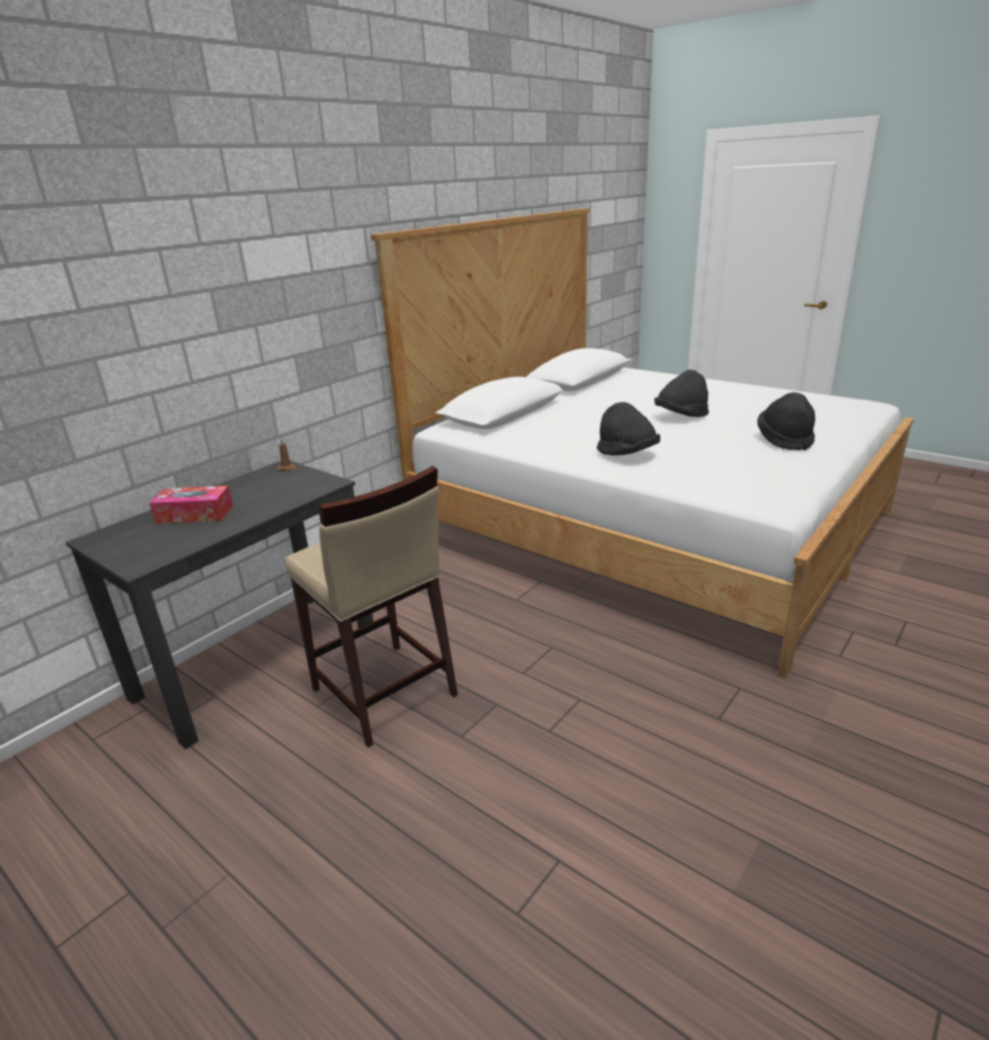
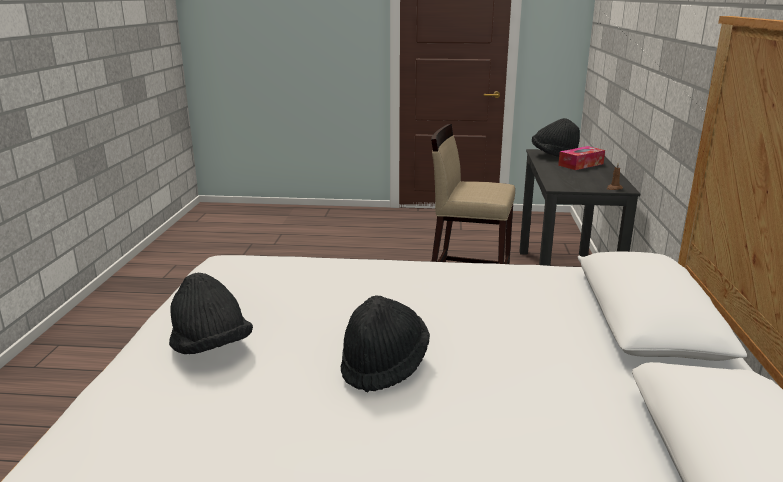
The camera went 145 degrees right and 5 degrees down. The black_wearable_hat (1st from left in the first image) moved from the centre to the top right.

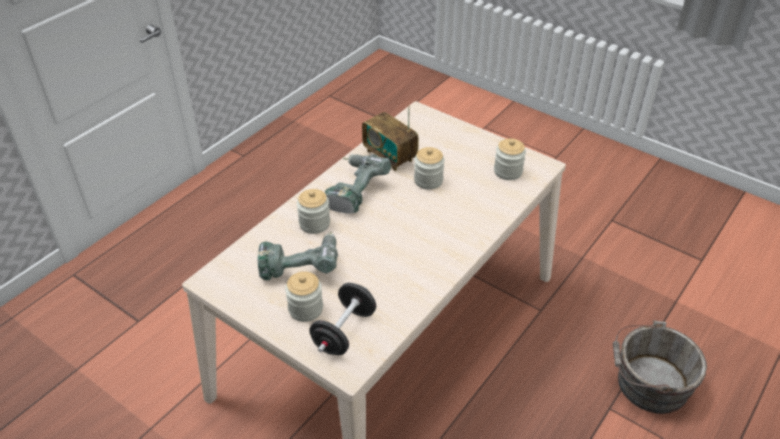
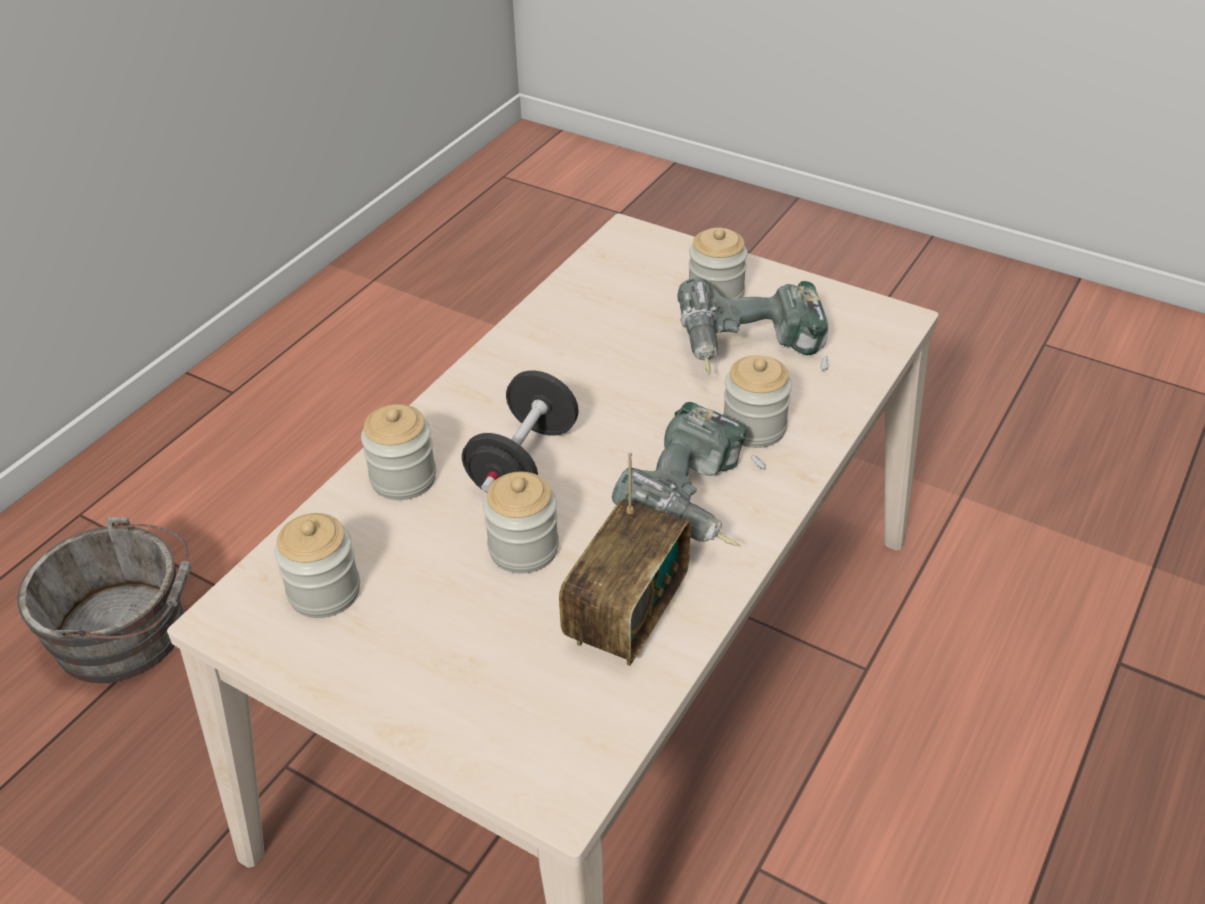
The camera went 175 degrees right and 0 degrees up. The jar (2nd from left) at the middle left appeared. The black_free_weight moved from the bottom centre to the centre. The radio_receiver at the top centre turned 75 degrees clockwise.

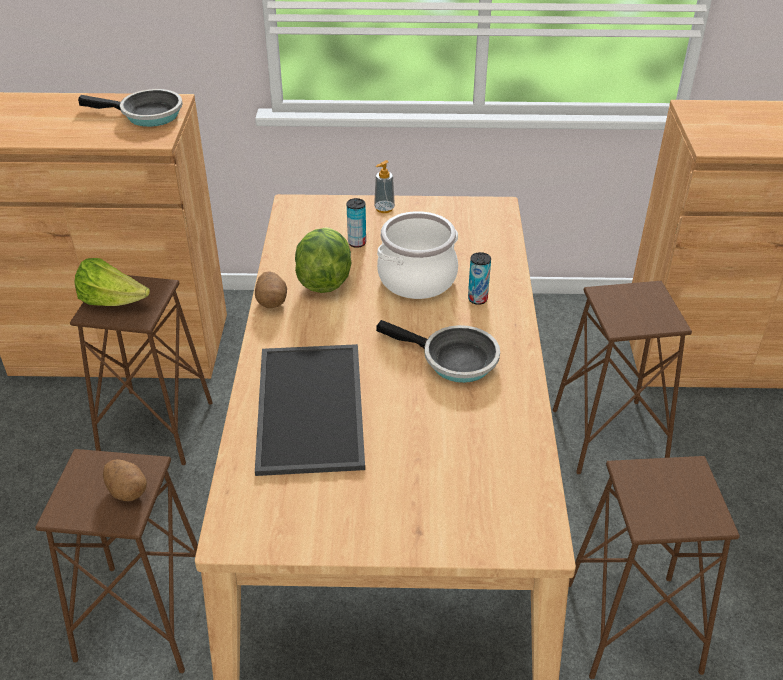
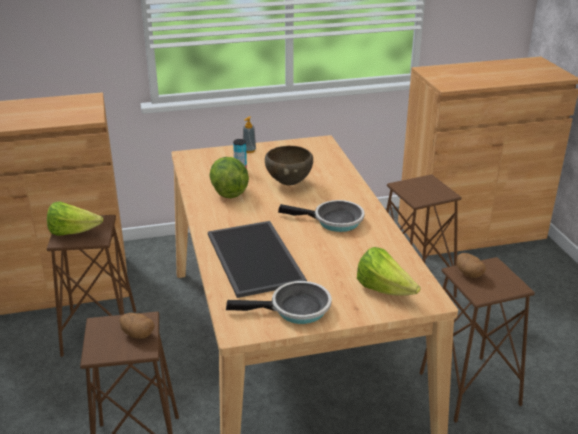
The camera went 15 degrees left and 10 degrees down. The frying_pan (1st from left) moved from the top left to the bottom centre. The saucepot at the centre was replaced by the brownish_deep_dish at the centre. The lettuce_head (3rd from left) at the middle right appeared. The spud (2nd from left) moved from the centre to the middle right. The can (2nd from left) at the centre disappeared.

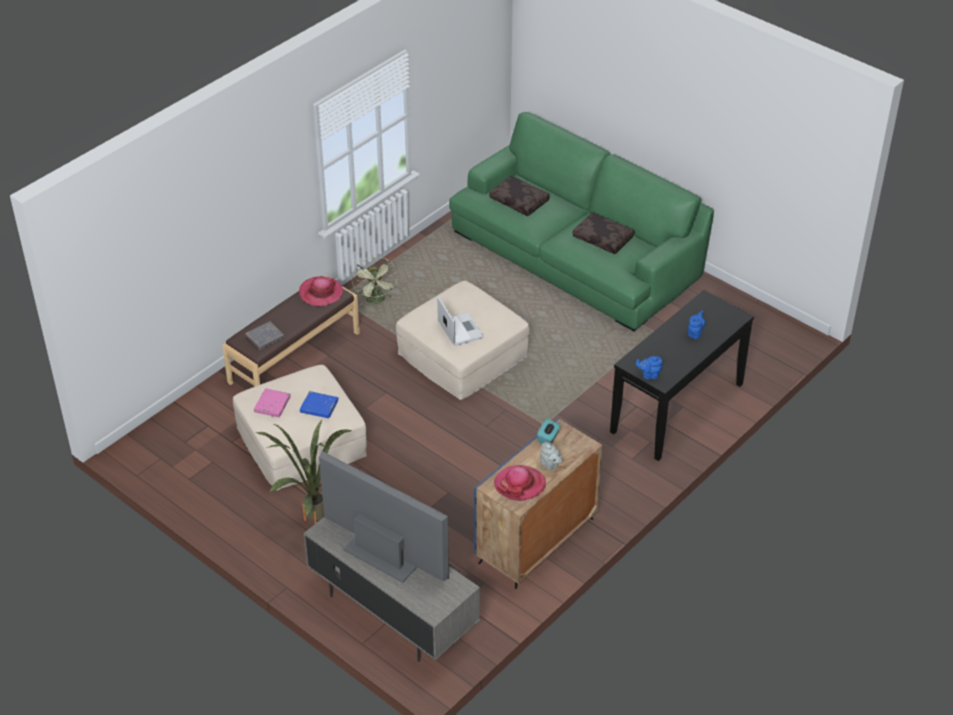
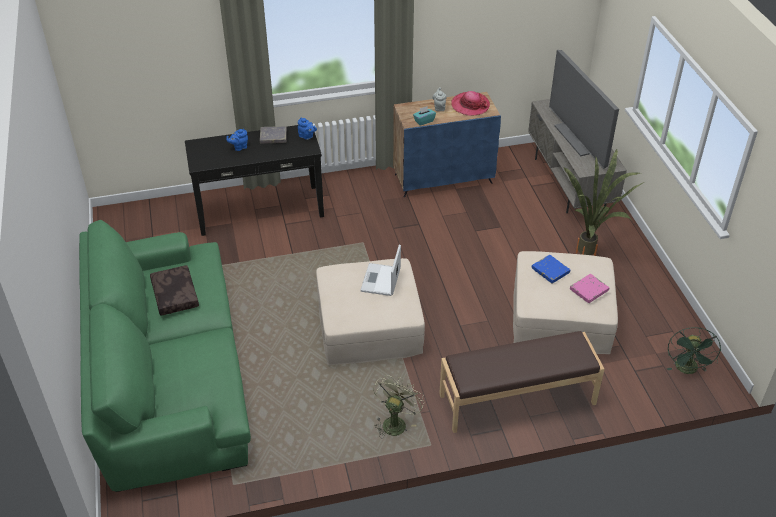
The camera went 145 degrees left and 0 degrees up. The gray_volume moved from the middle left to the top centre. The green-coloured_fan (2nd from left) at the bottom right appeared. The wearable_hat (1st from left) at the centre disappeared. The brownish_cushion (1st from left) at the top centre disappeared.

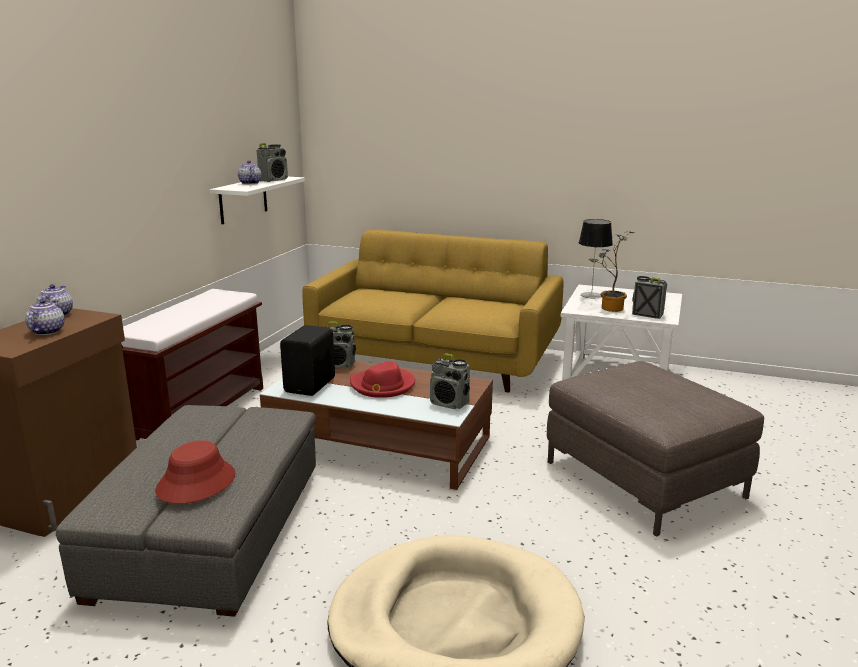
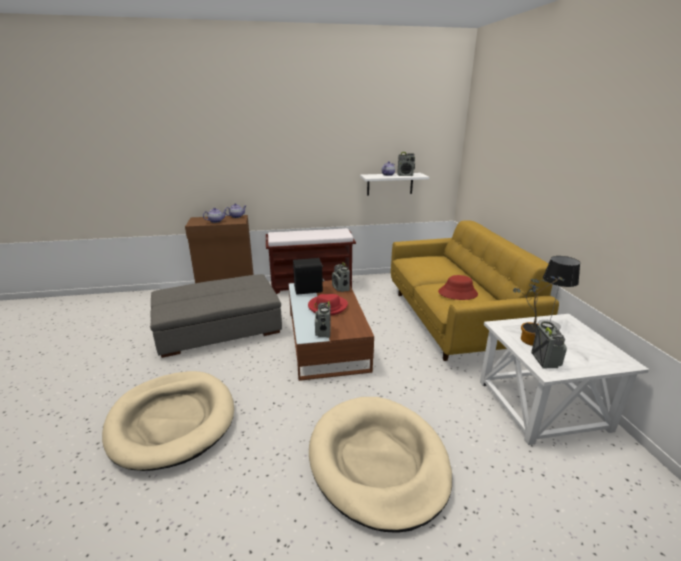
The camera went 60 degrees right and 5 degrees up. The brownish_footrest at the bottom right was replaced by the beige-coloured_pet_bed (2nd from left) at the bottom centre. The reddish_wearable_hat (1st from left in the first image) moved from the bottom left to the middle right.

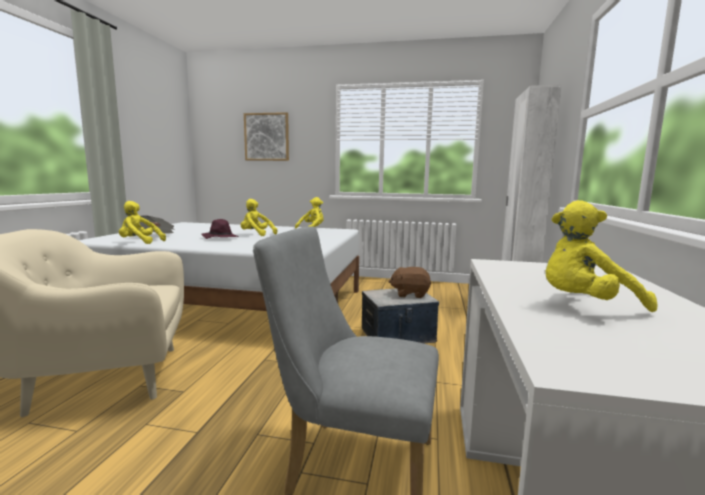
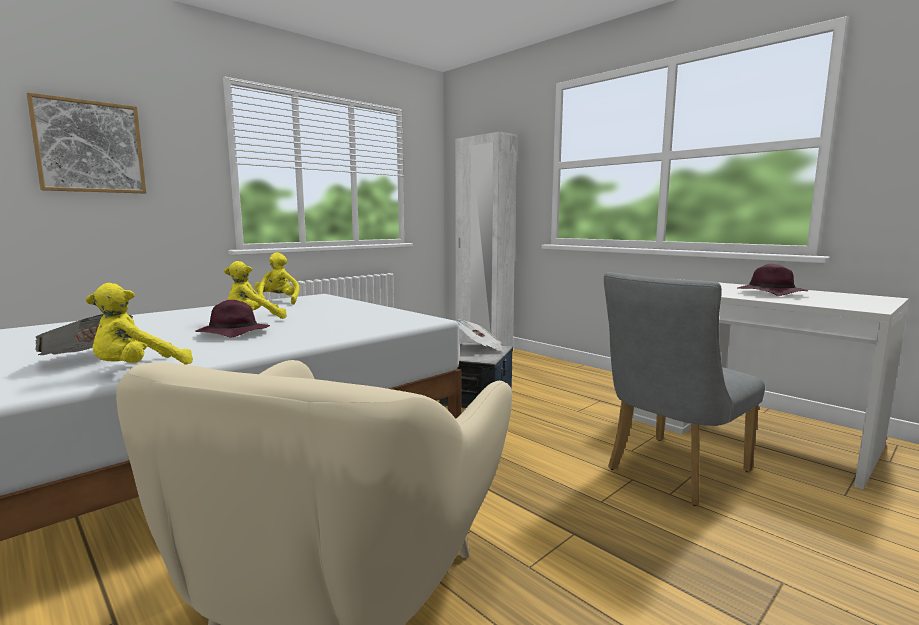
The camera went 55 degrees left and 0 degrees up. The brownish_plush_toy at the centre was replaced by the newspaper (2nd from left) at the centre. The yellowish_plush_toy (4th from left) at the middle right was replaced by the purple-coloured_wearable_hat (2nd from left) at the middle right.

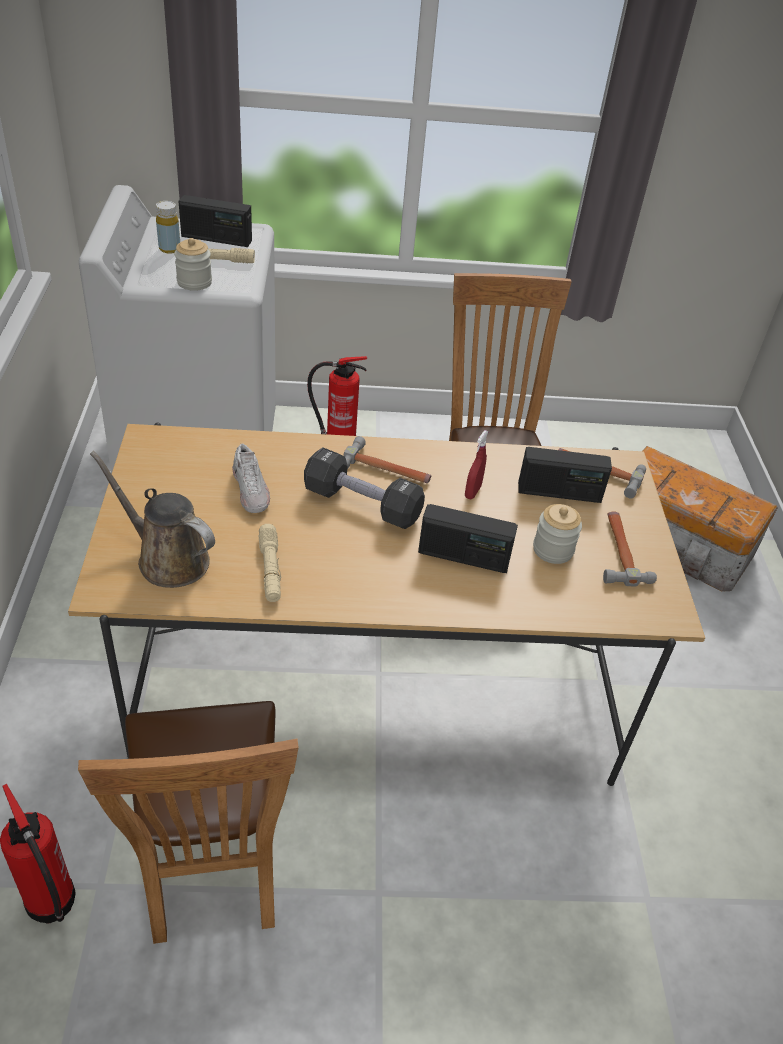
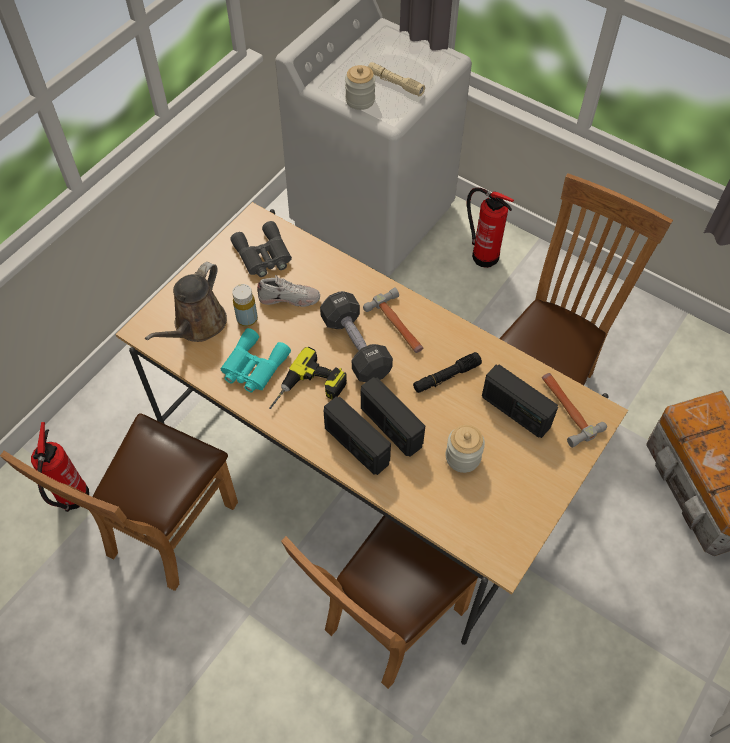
The camera went 40 degrees right and 15 degrees up. The brownish_sprinkling_can at the middle left turned 135 degrees counterclockwise. The beige-coloured_flashlight (2nd from left) at the centre was replaced by the turquoise-coloured_field_glasses at the centre. The gray_field_glasses at the centre appeared. The yellowish_beverage_bottle moved from the top left to the centre. The white-coloured_shoe at the middle left turned 105 degrees counterclockwise. The power_drill at the centre appeared. The brownish_plain_chair (2nd from left) at the bottom centre appeared. The radio_receiver (1st from left) moved from the top left to the centre. The reddish_sprayer at the centre was replaced by the black_flashlight at the centre. The tool_hammer (3rd from left) at the middle right disappeared.

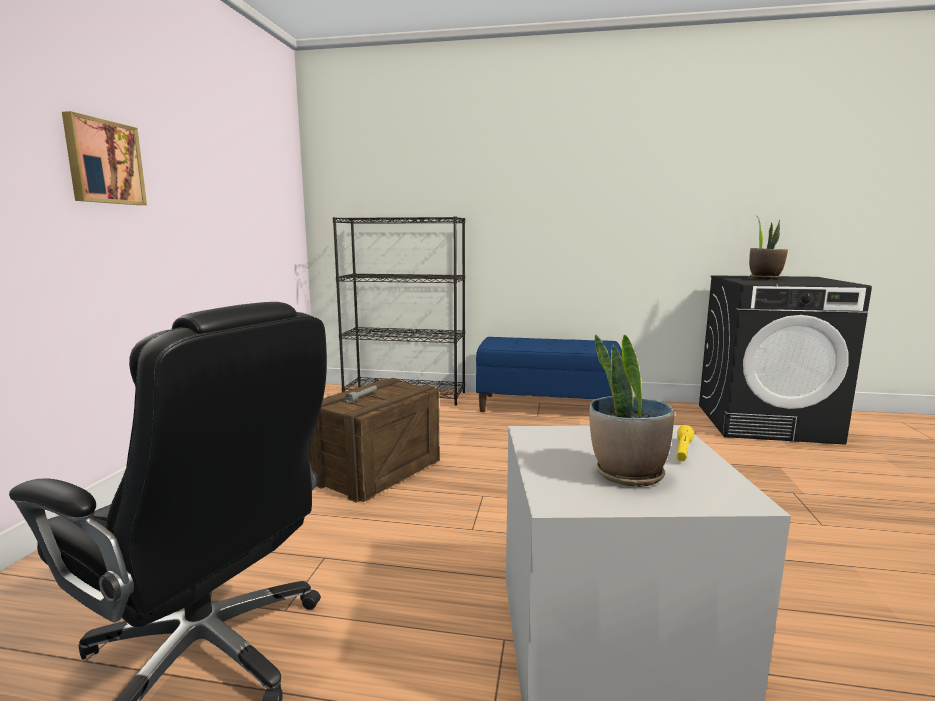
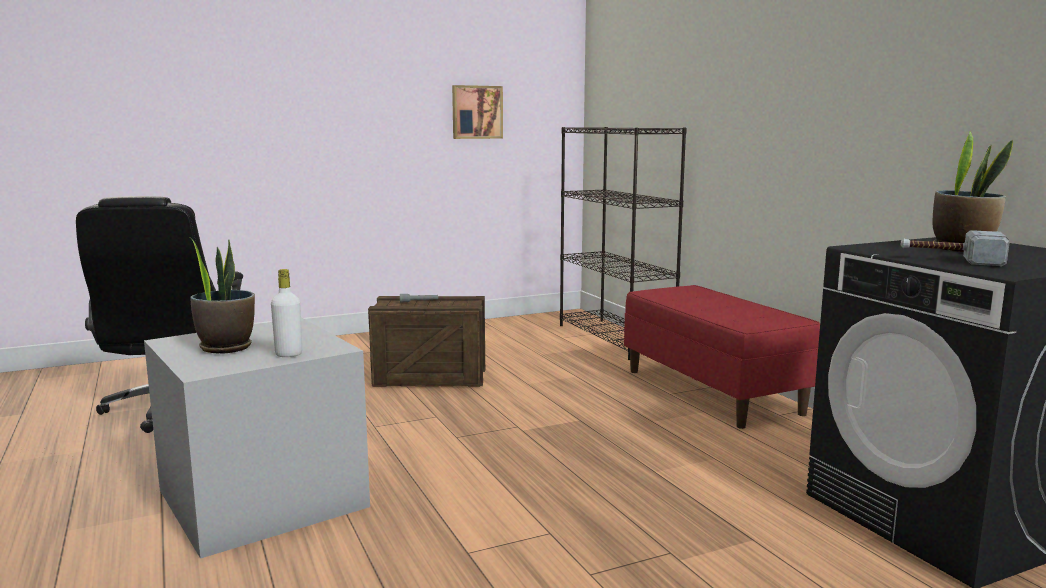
The camera went 55 degrees right and 0 degrees up. The yellowish_flashlight at the middle right was replaced by the white-coloured_beverage_bottle at the middle left. The picture moved from the top left to the top centre. The blue_bench at the centre became the reddish_bench at the middle right. The tool_hammer at the middle right appeared.

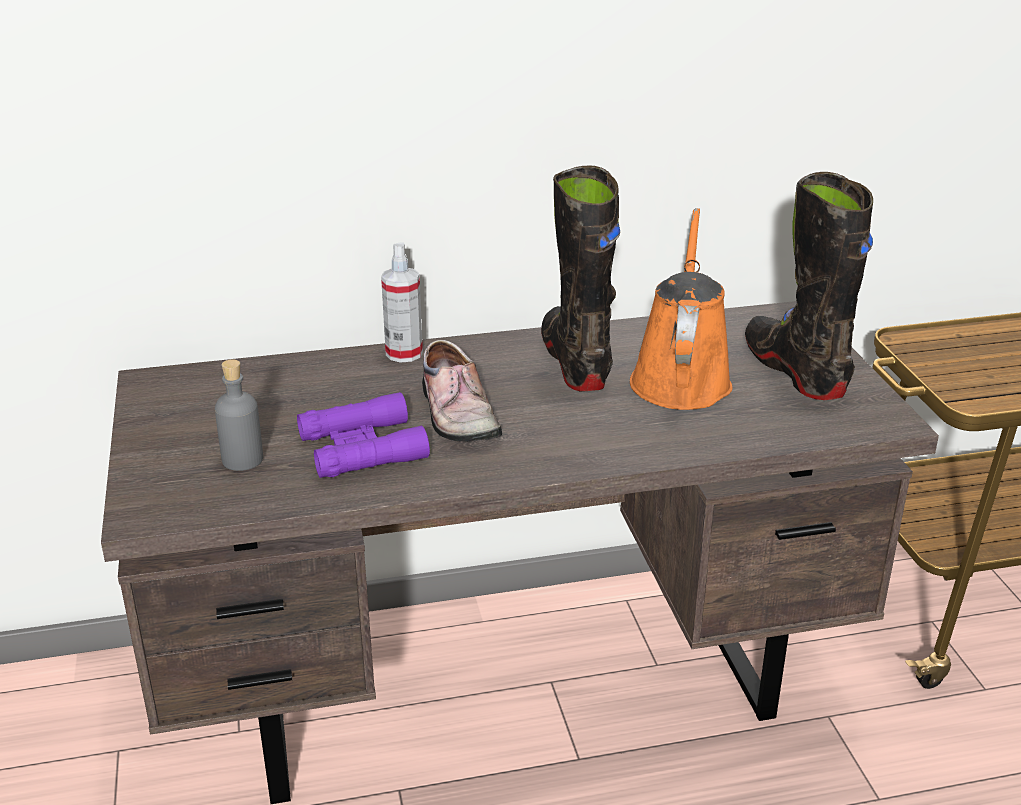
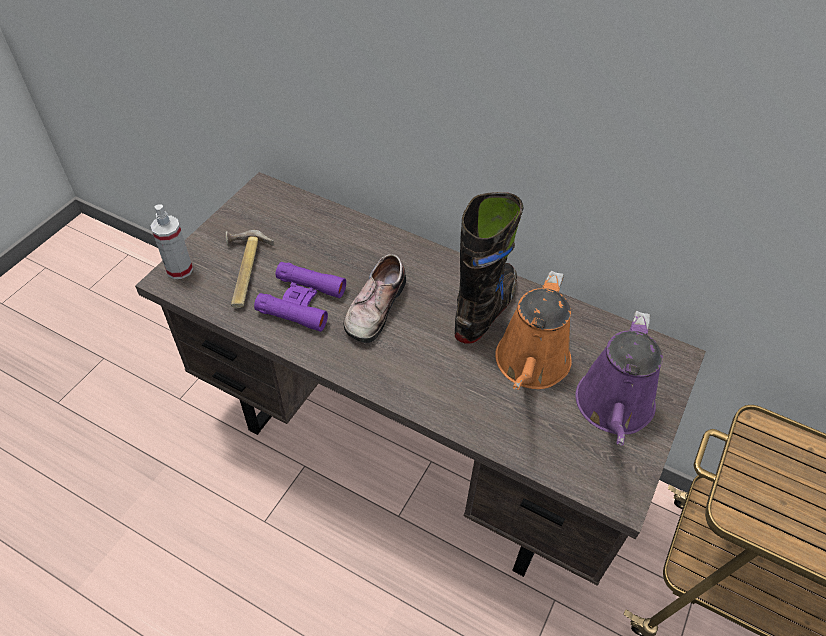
The camera went 40 degrees right and 20 degrees up. The sprayer moved from the centre to the middle left. The gray_beverage_bottle at the middle left was replaced by the tool_hammer at the middle left. The orange_sprinkling_can at the middle right turned 150 degrees clockwise. The black_tall_boot (2nd from left) at the middle right was replaced by the purple-coloured_sprinkling_can at the middle right.

